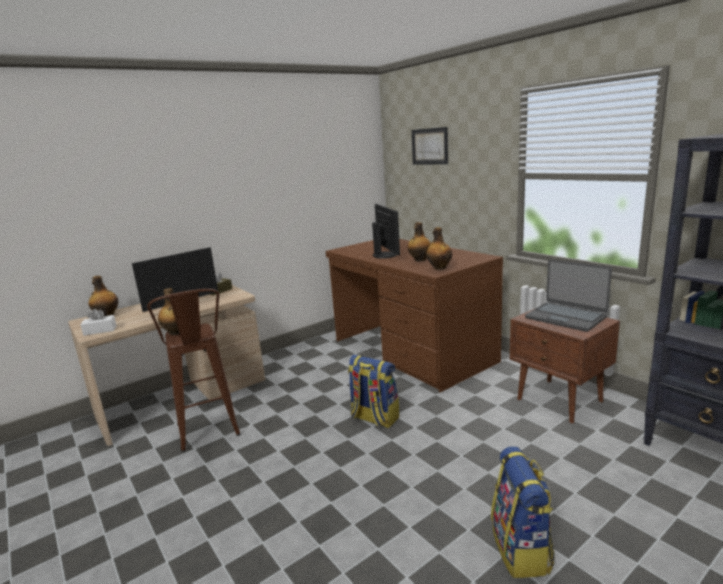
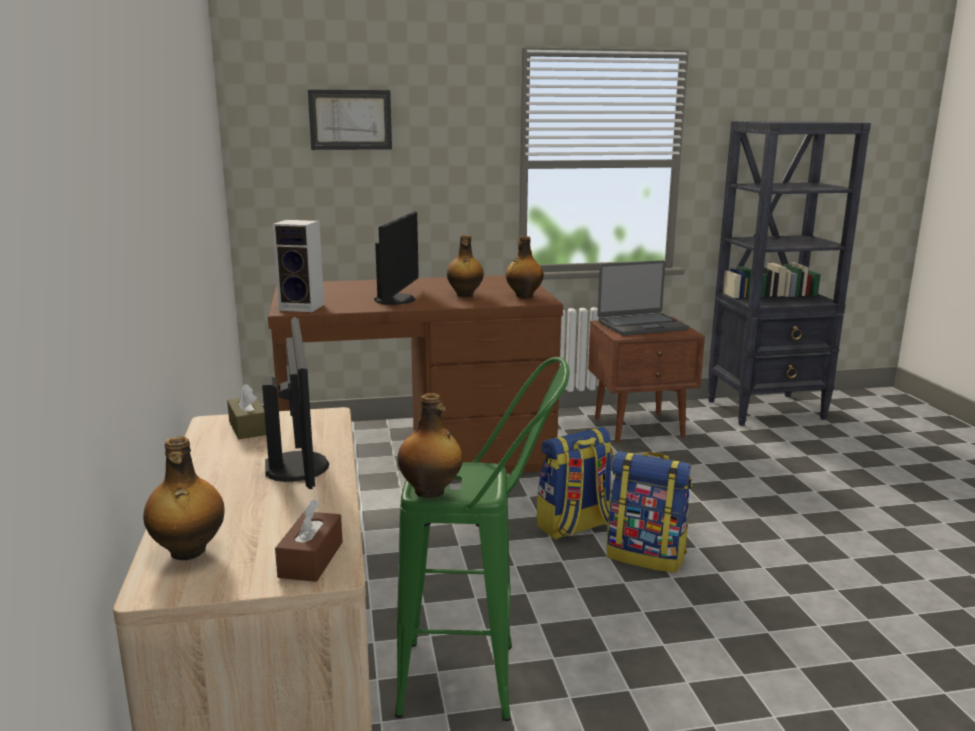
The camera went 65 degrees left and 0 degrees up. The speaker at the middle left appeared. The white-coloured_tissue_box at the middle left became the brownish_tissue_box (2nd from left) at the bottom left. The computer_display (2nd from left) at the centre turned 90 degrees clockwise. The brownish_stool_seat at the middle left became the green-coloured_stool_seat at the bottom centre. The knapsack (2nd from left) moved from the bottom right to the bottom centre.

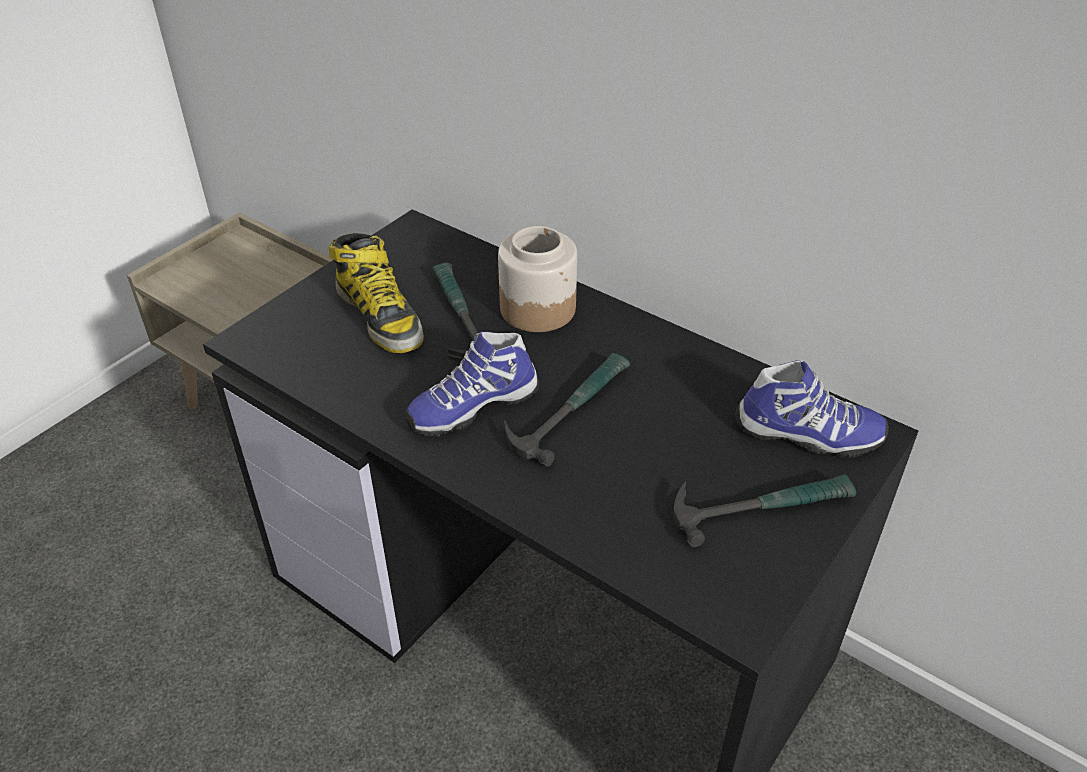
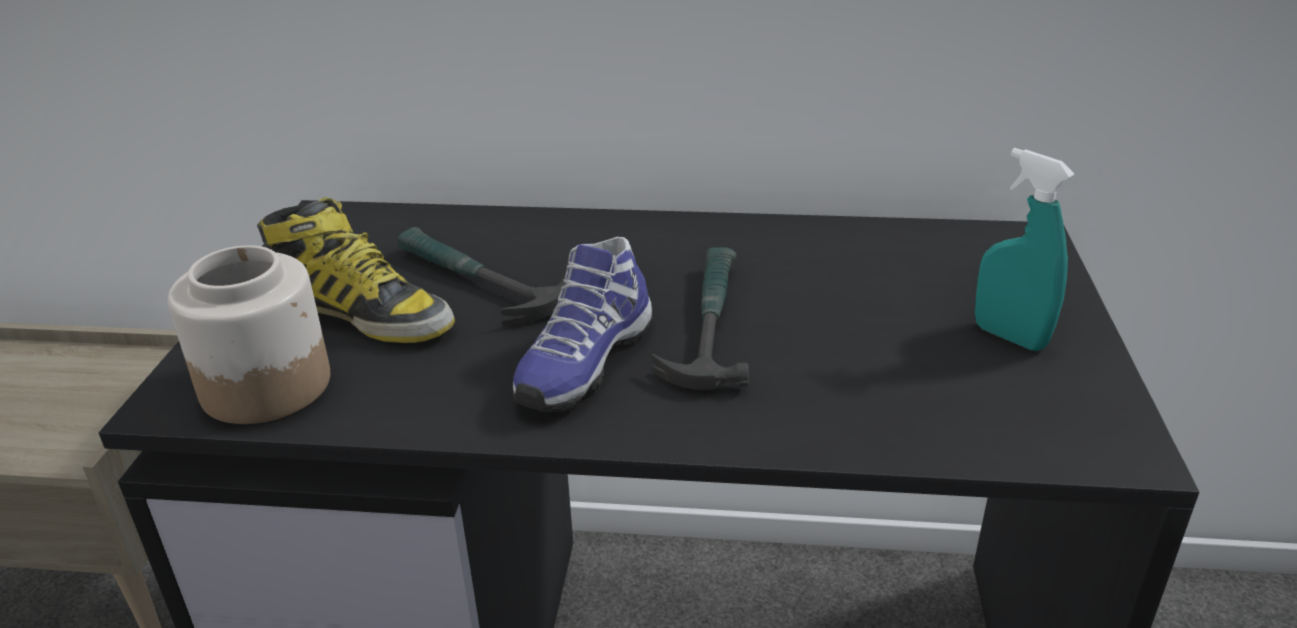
The camera went 30 degrees left and 10 degrees down. The jar moved from the centre to the middle left. The tool_hammer (3rd from left) at the middle right was replaced by the turquoise-coloured_sprayer at the middle right. The shoe (2nd from left) at the middle right disappeared.

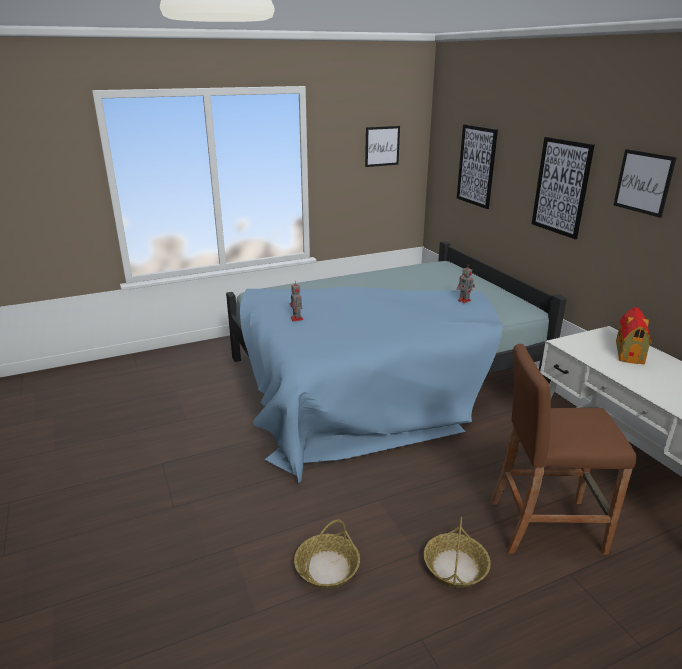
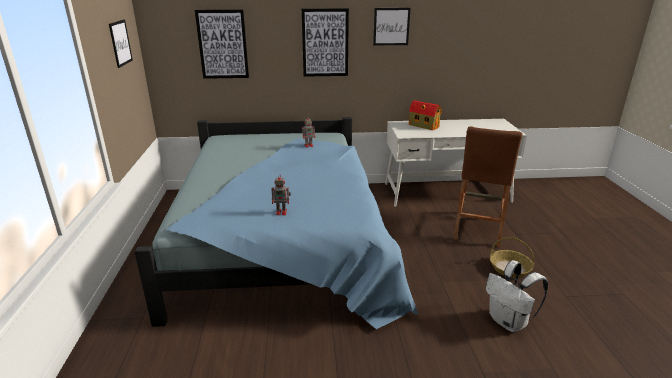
The camera went 70 degrees left and 0 degrees up. The storage_basket (1st from left) at the bottom centre was replaced by the white-coloured_knapsack at the bottom right.

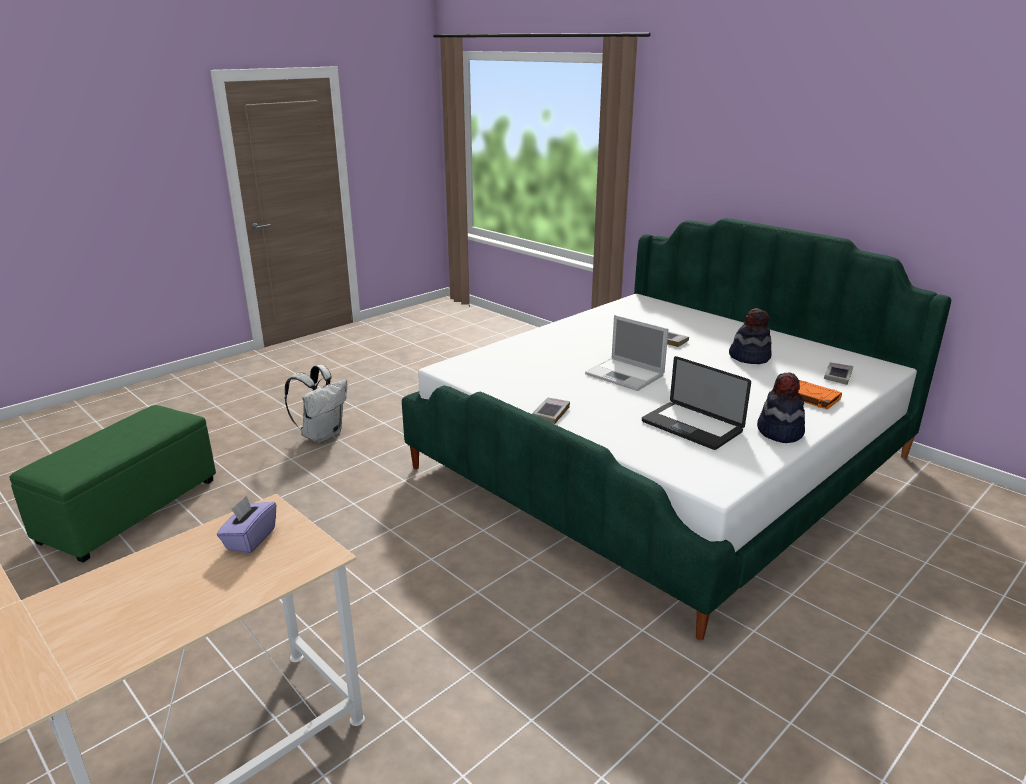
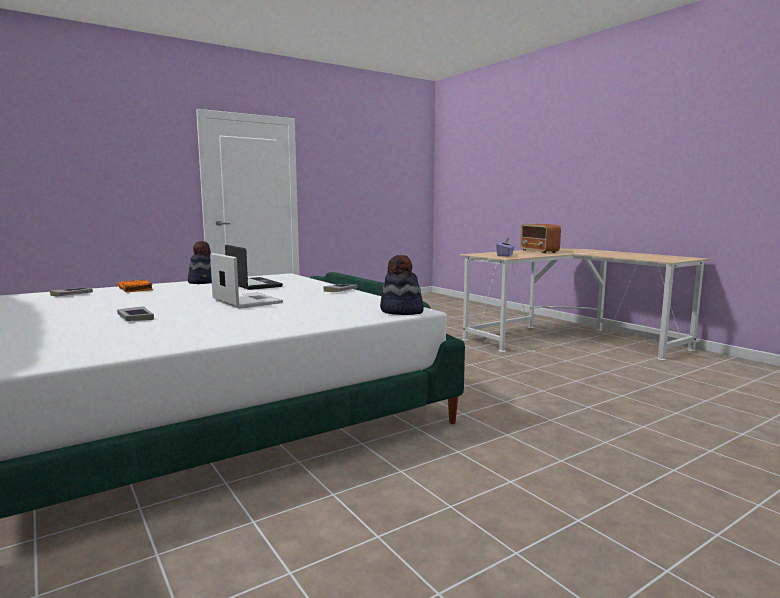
The camera went 170 degrees left and 15 degrees down. The wearable_hat (1st from left in the first image) moved from the middle right to the centre. The radio_receiver at the middle right appeared. The green-coloured_footrest at the middle left disappeared. The white-coloured_knapsack at the middle left disappeared.

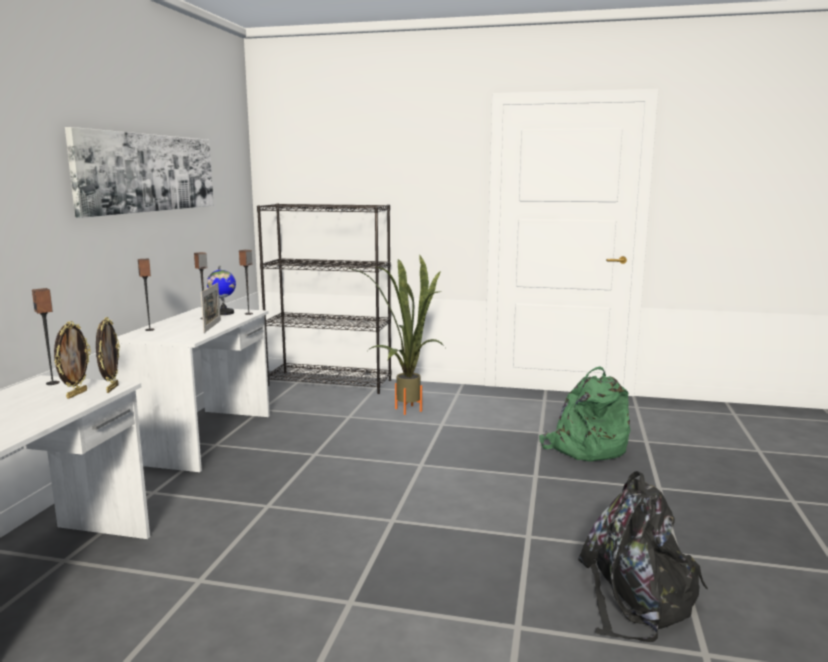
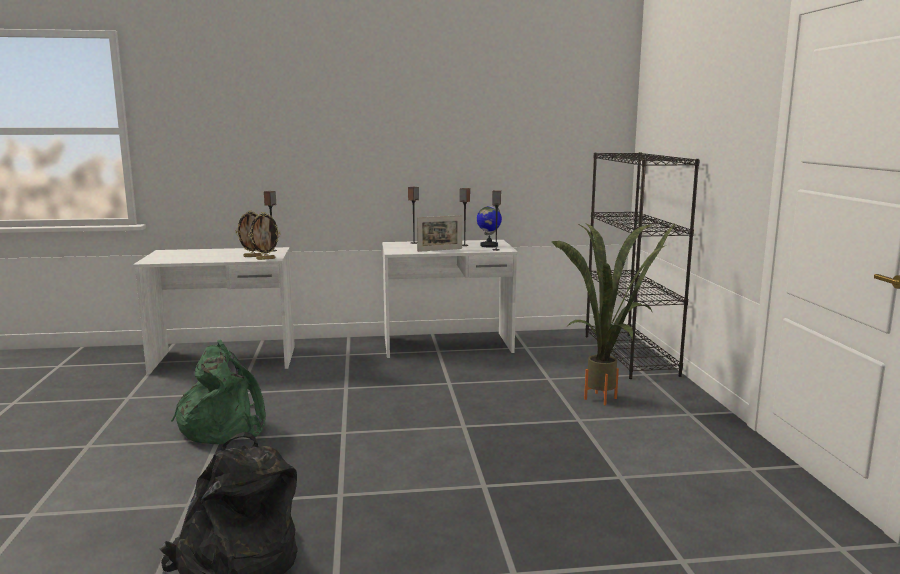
The camera went 70 degrees right and 0 degrees up. The green-coloured_knapsack moved from the middle right to the bottom left. The picture at the top left disappeared.

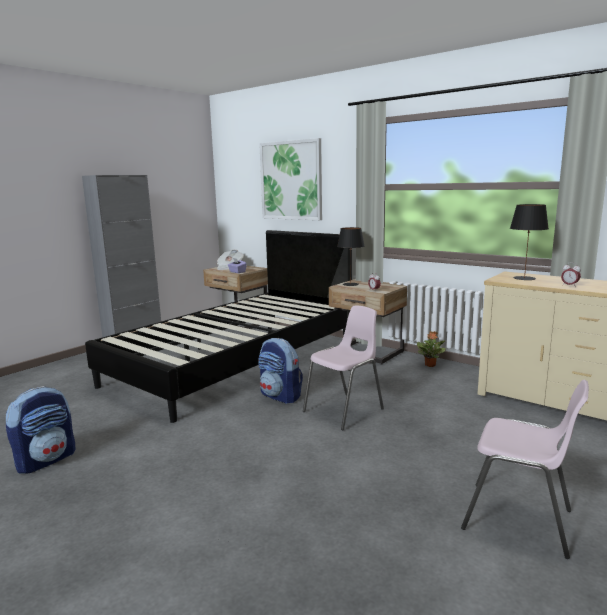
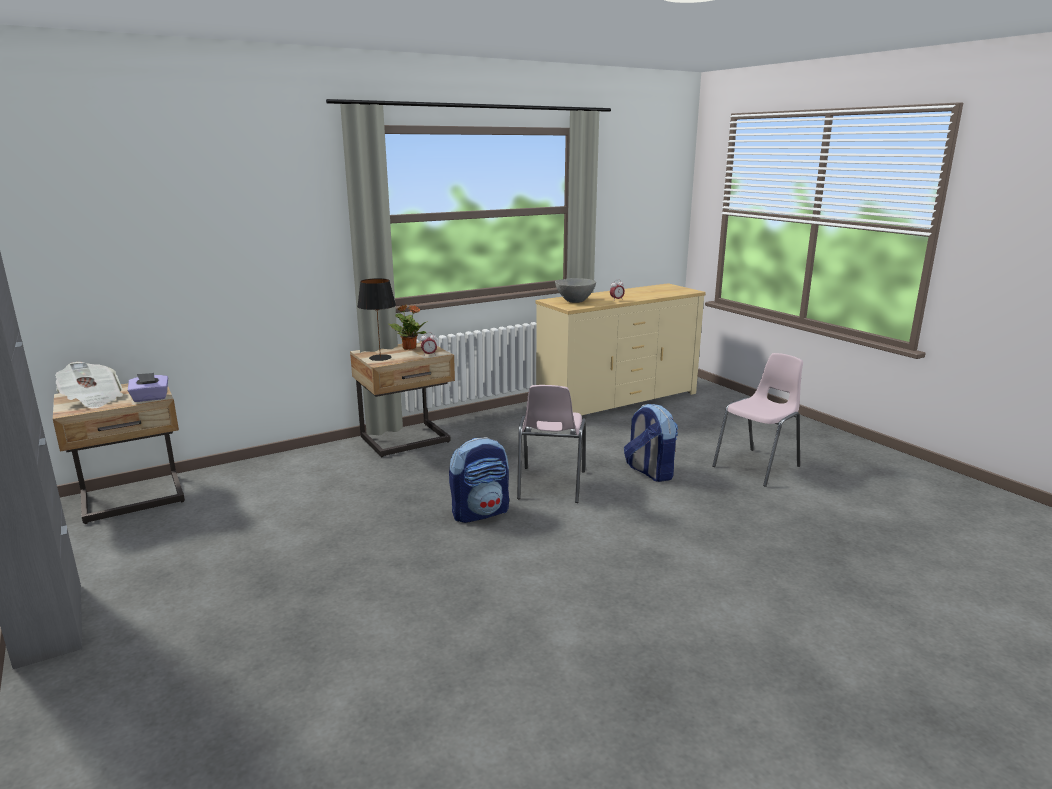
The camera went 70 degrees left and 5 degrees up. The houseplant moved from the middle right to the centre. The pink-coloured_plain_chair (1st from left) at the centre turned 150 degrees counterclockwise. The black_table_lamp (2nd from left) at the middle right was replaced by the gray_deep_dish at the centre. The knapsack (1st from left in the first image) moved from the bottom left to the centre. The black_bed at the centre disappeared. The picture at the top centre disappeared.

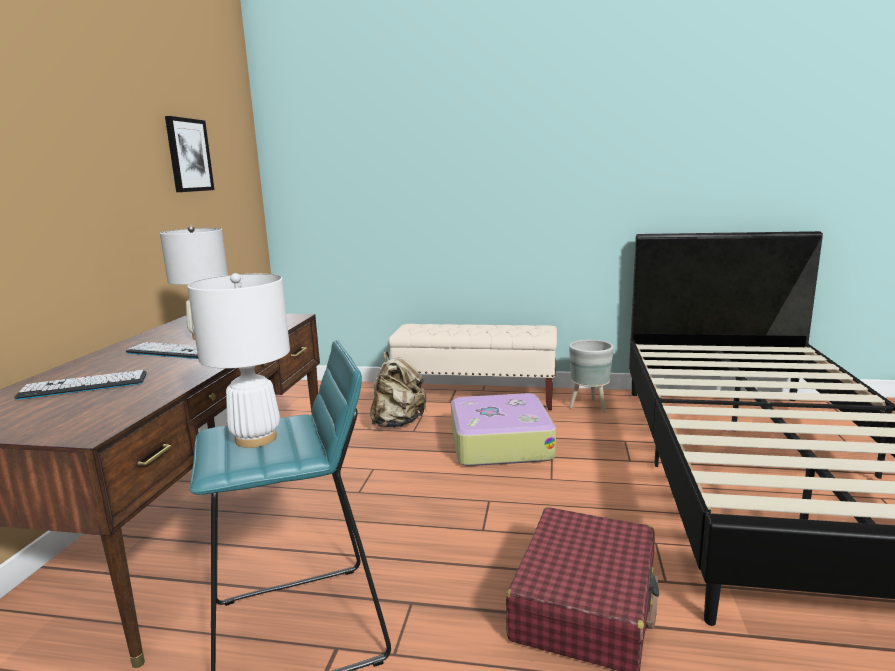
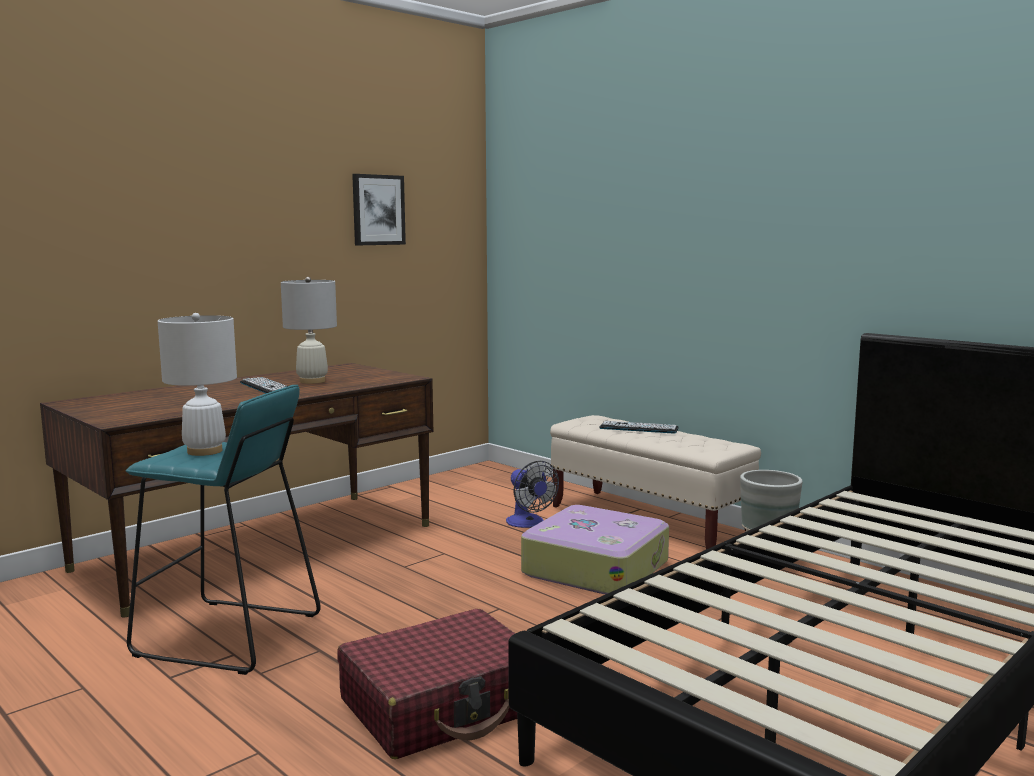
The camera went 35 degrees right and 5 degrees down. The beige-coloured_knapsack at the centre was replaced by the fan at the centre. The computer_keyboard (1st from left in the first image) moved from the middle left to the centre.

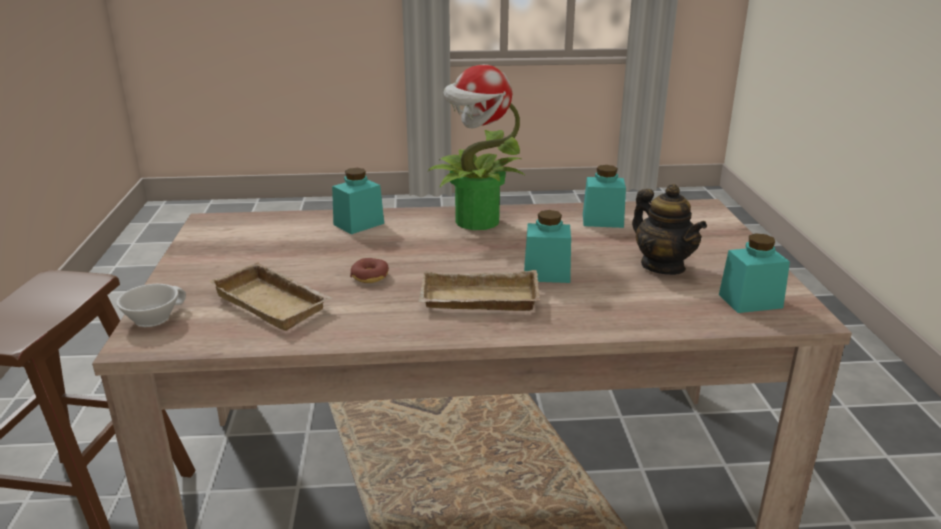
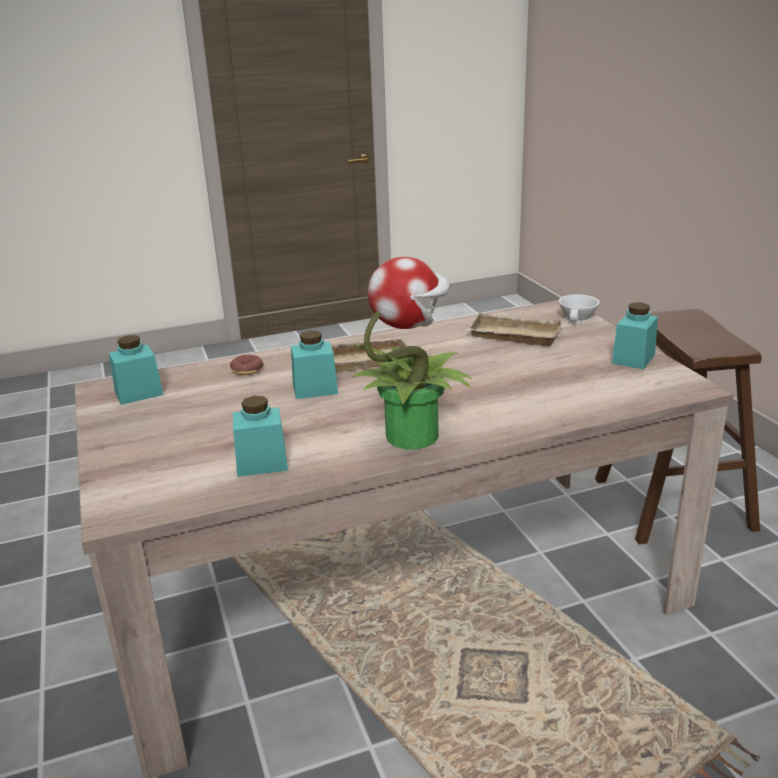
The camera went 165 degrees right and 0 degrees up. The doughnut moved from the centre to the middle left. The turquoise-coloured_jar (1st from left in the first image) moved from the centre to the middle right. The teapot at the middle right disappeared.

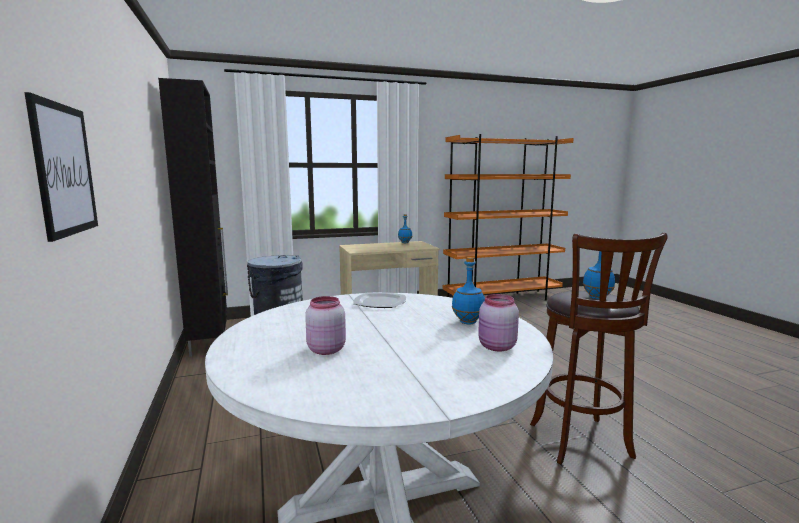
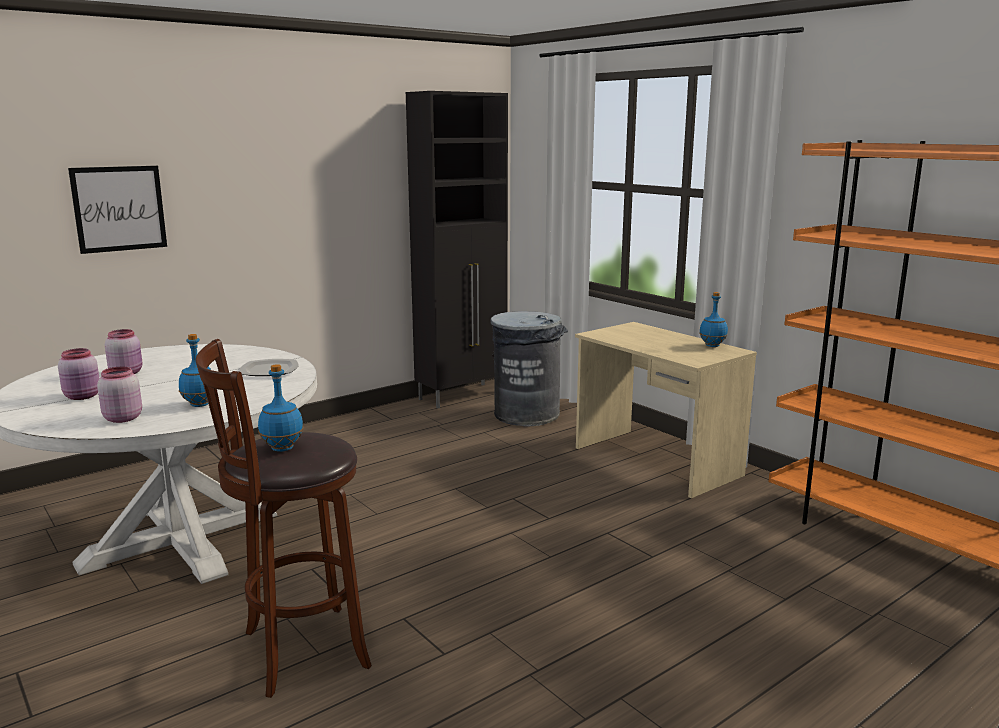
The camera went 70 degrees right and 5 degrees up. The pink-coloured_jar (1st from left) at the middle left appeared.

